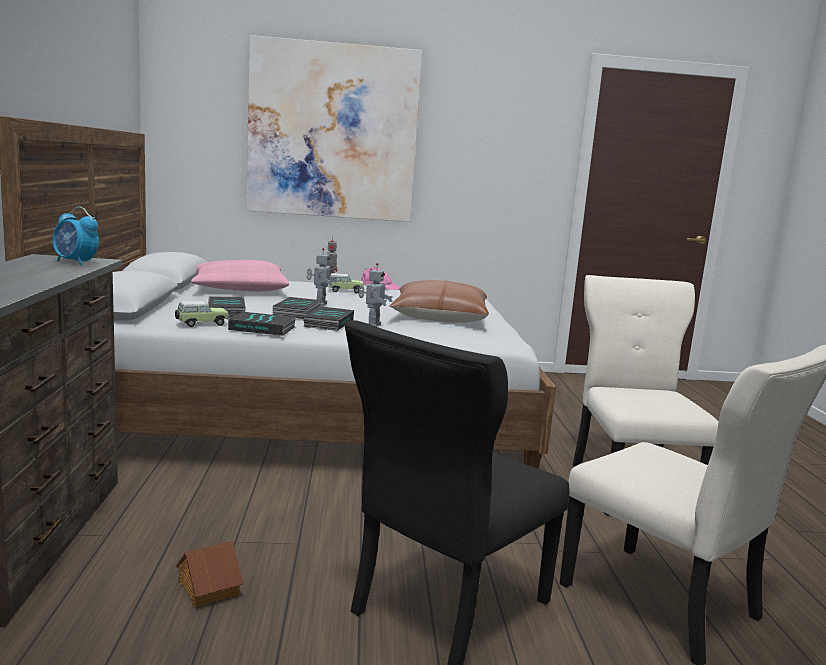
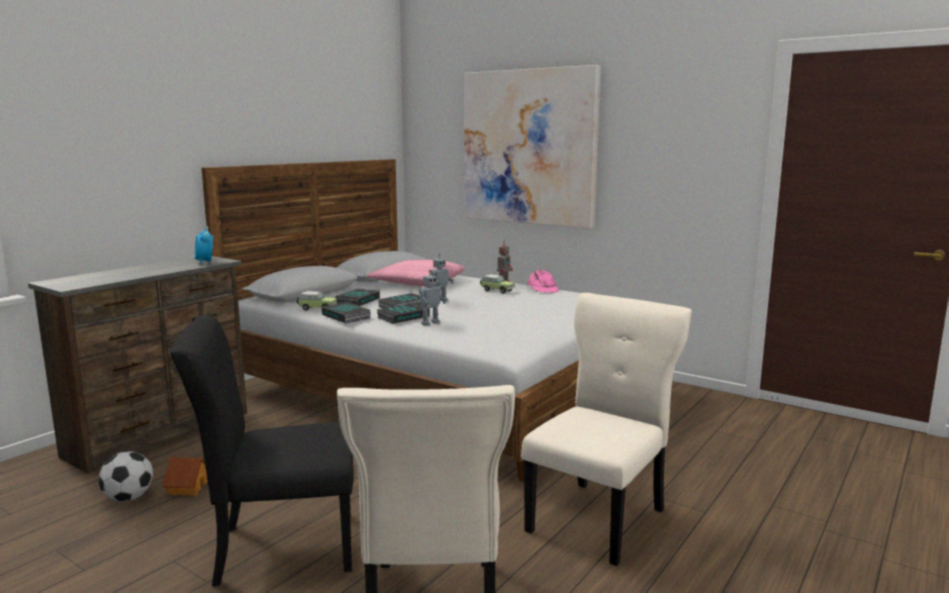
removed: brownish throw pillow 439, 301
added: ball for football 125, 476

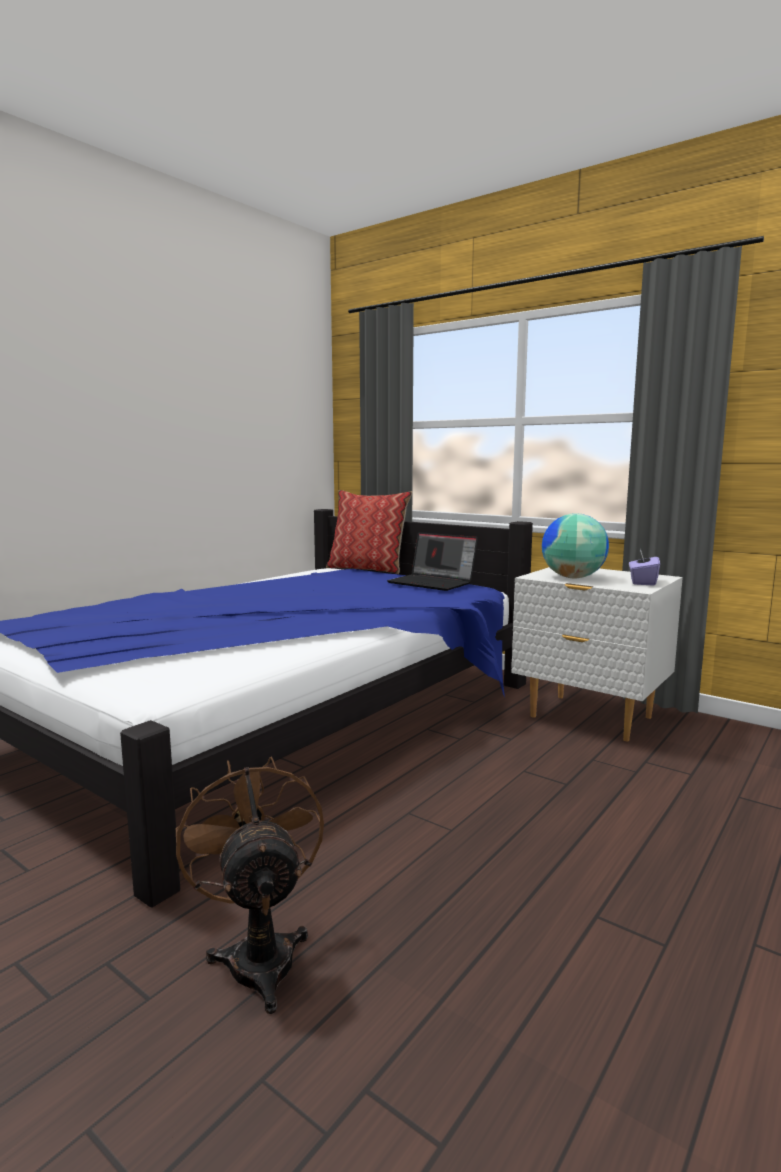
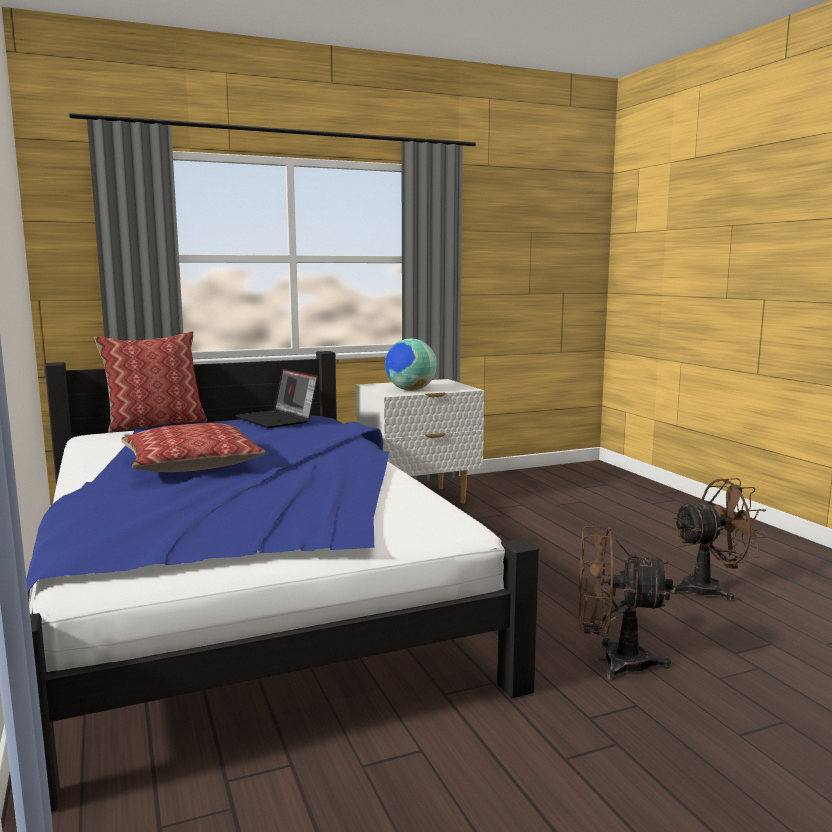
removed: purplish tissue box 644, 567
added: throw pillow 193, 447; brownish electric fan 719, 539
turned: portable computer 432, 561 = 276, 398 75 degrees clockwise

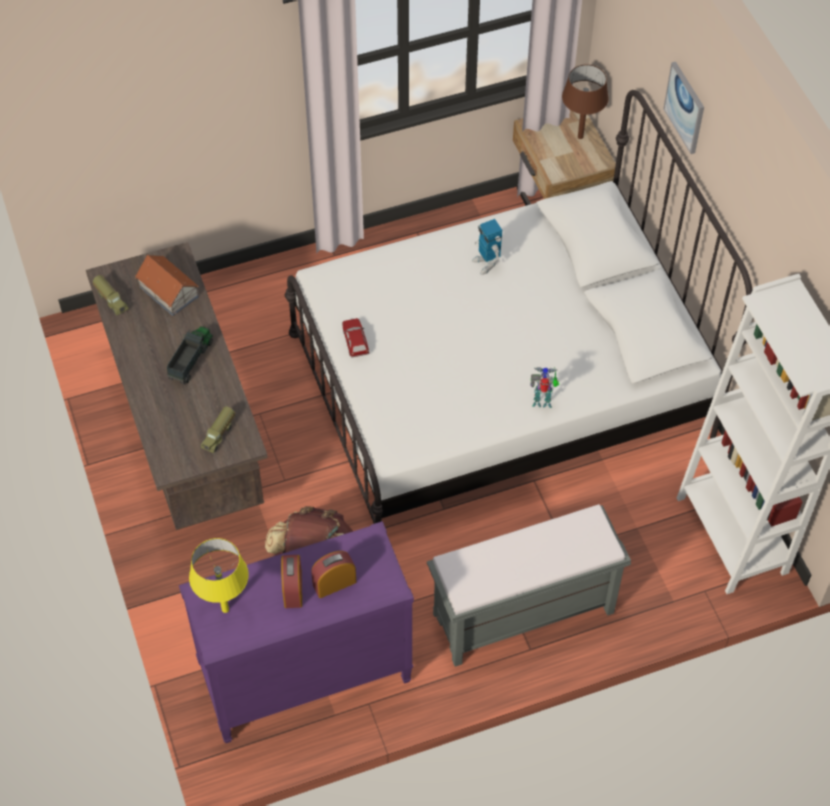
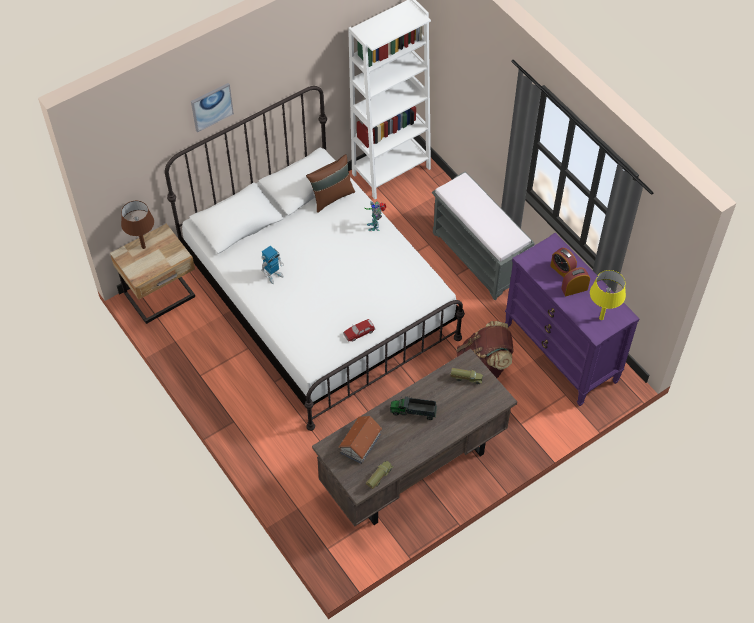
added: brownish throw pillow 330, 183

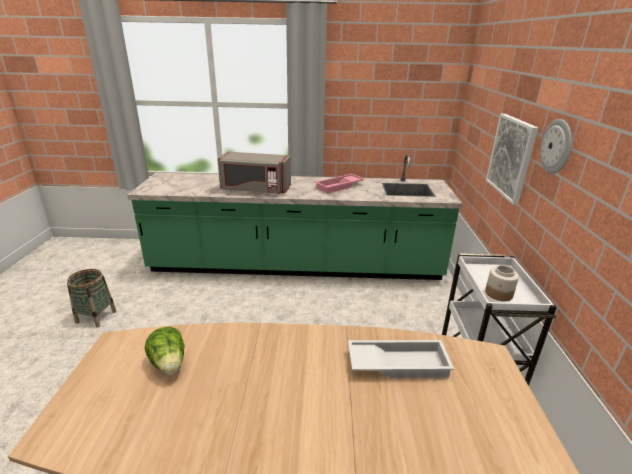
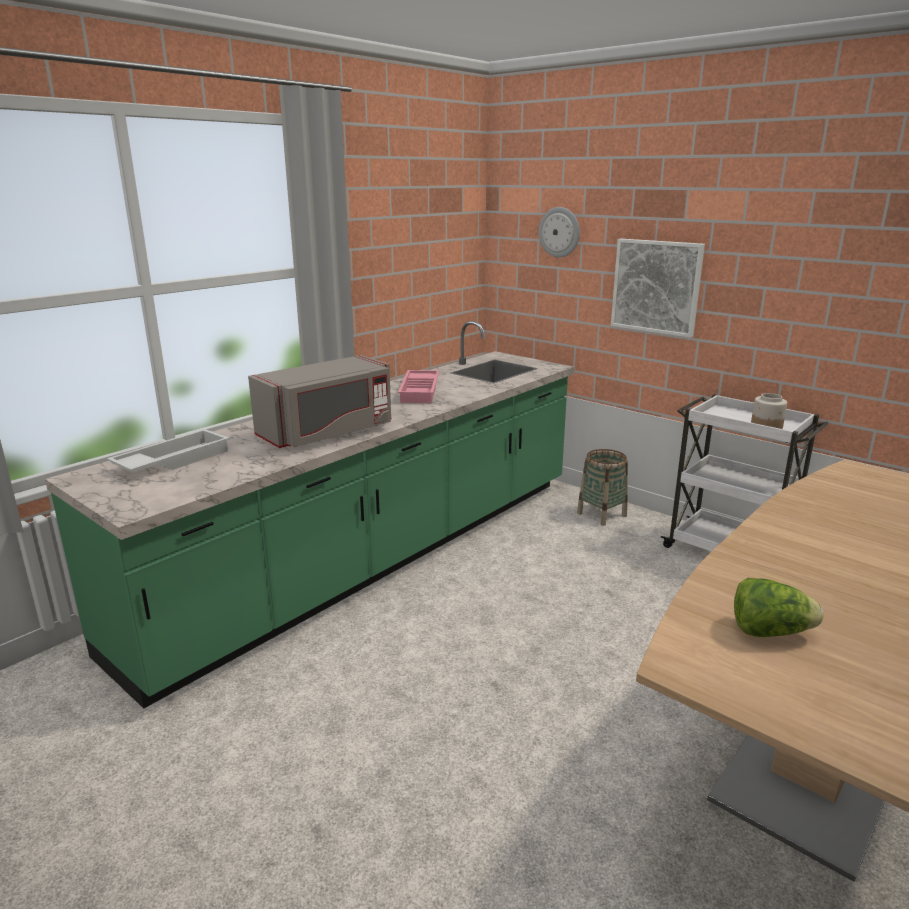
moved: basket 91, 298 to 602, 487; white-coloured serving tray 401, 359 to 168, 451; hanging clock 556, 146 to 559, 232

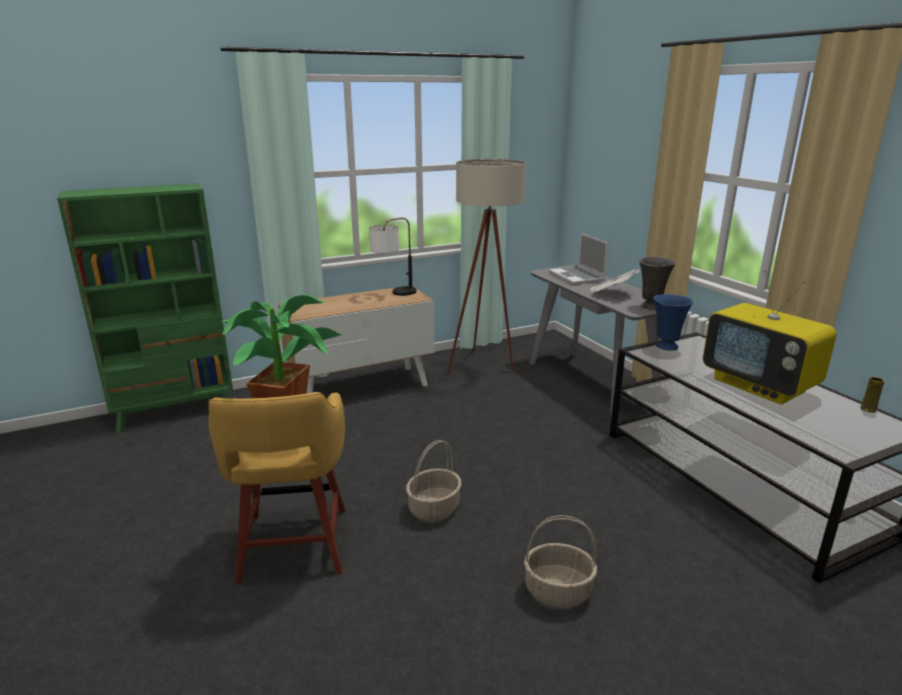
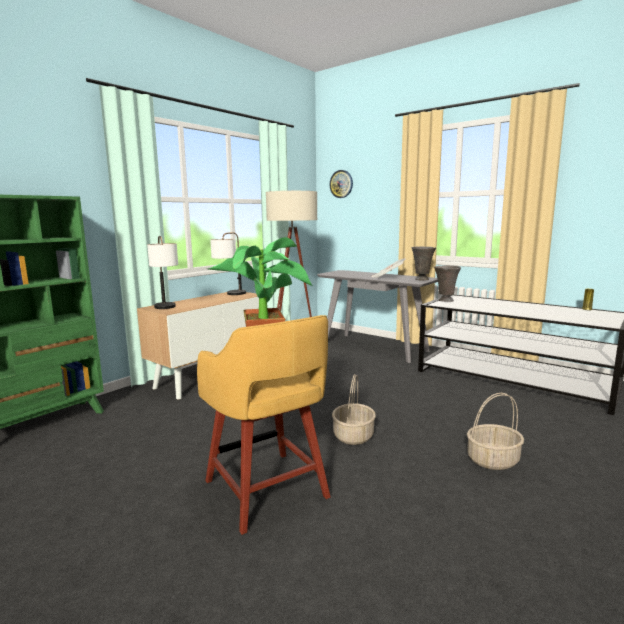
removed: portable computer 578, 259; TV 770, 337
added: lamp for a table 162, 272; hanging clock 341, 184
recoloured: bluish vase 673, 322 to greyish vase 447, 284

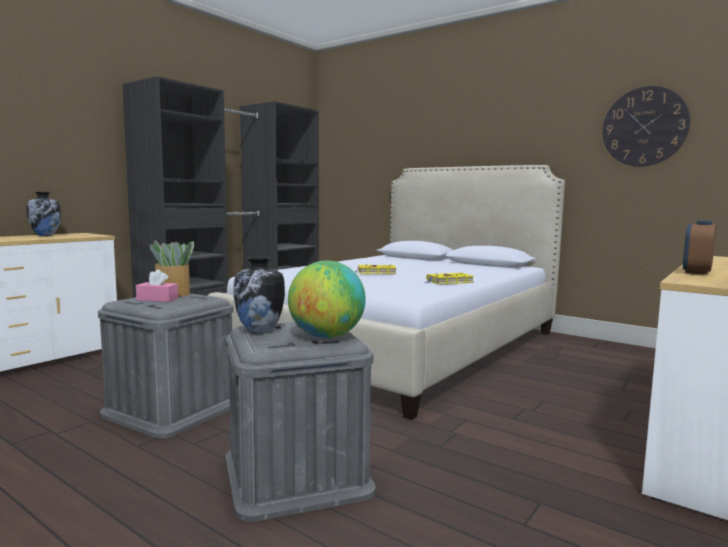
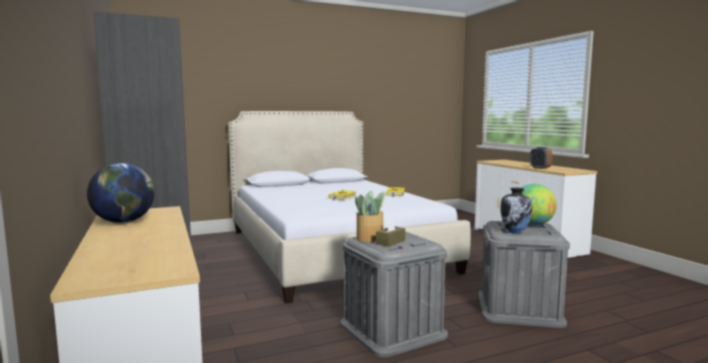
removed: hanging clock 646, 126
replaced: vase 44, 214 to desk globe 121, 193
recoloured: pinkish tissue box 157, 285 to brownish tissue box 390, 232

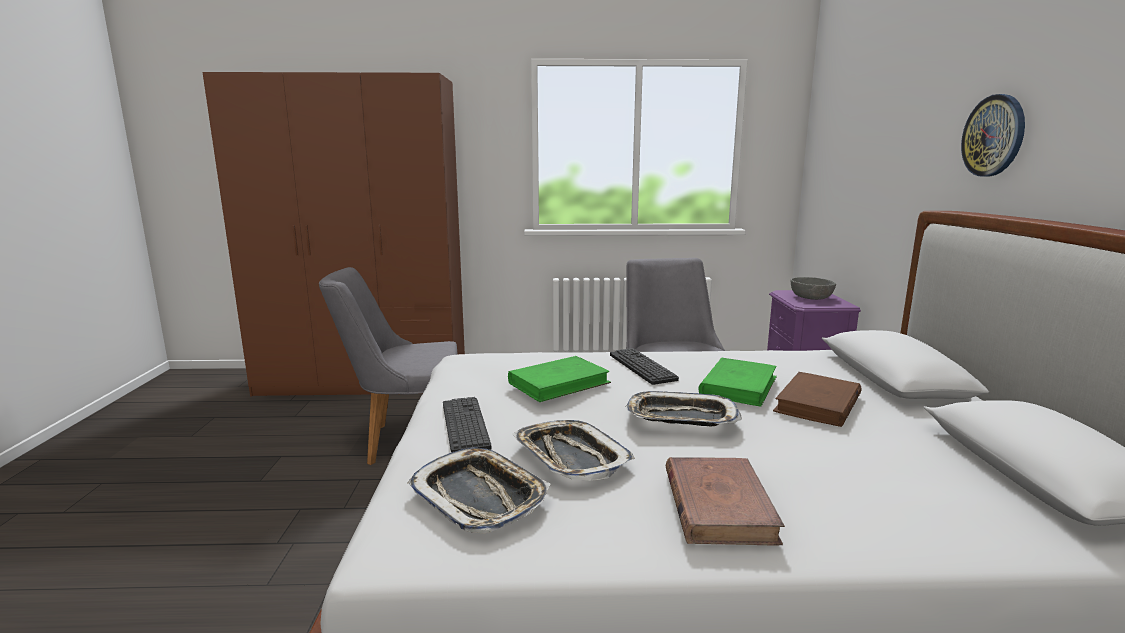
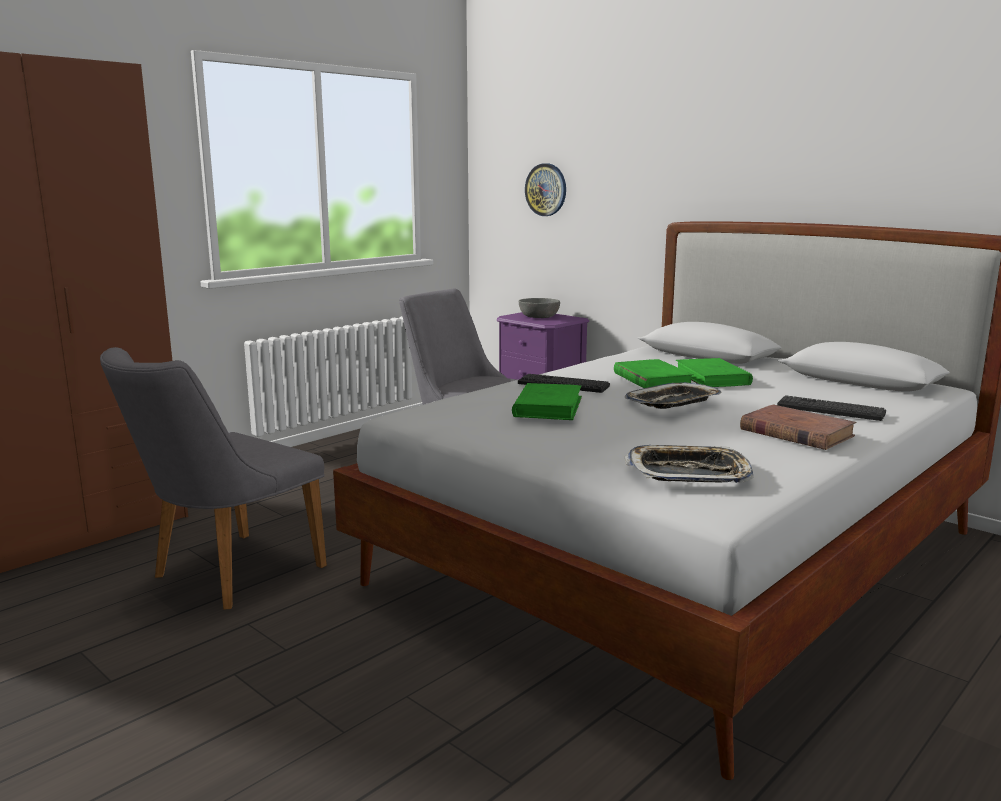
removed: serving tray 573, 450
moved: keyboard 467, 424 to 831, 408; hanging clock 993, 135 to 545, 189
recoloured: brownish bound book 817, 399 to greenish bound book 714, 372

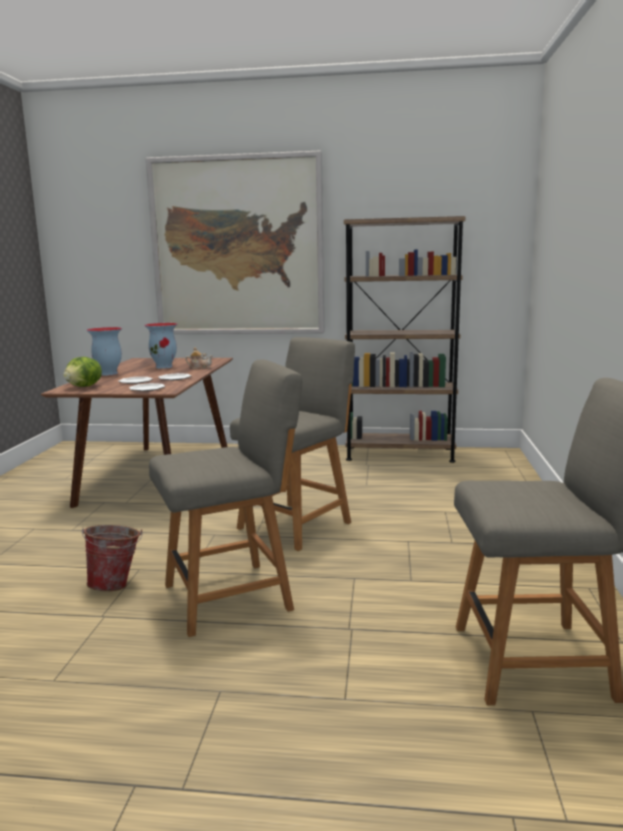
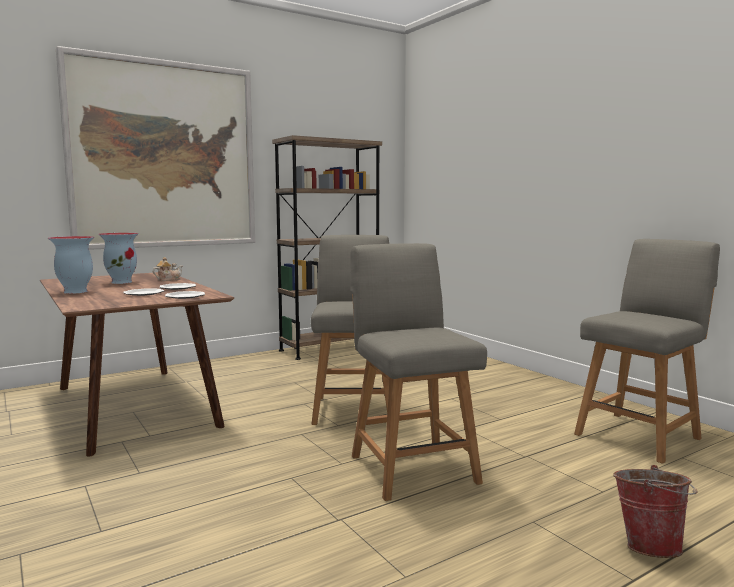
removed: lettuce head 82, 372
moved: bucket 112, 558 to 655, 511
turned: greyish upright chair 225, 498 = 418, 372 45 degrees counterclockwise

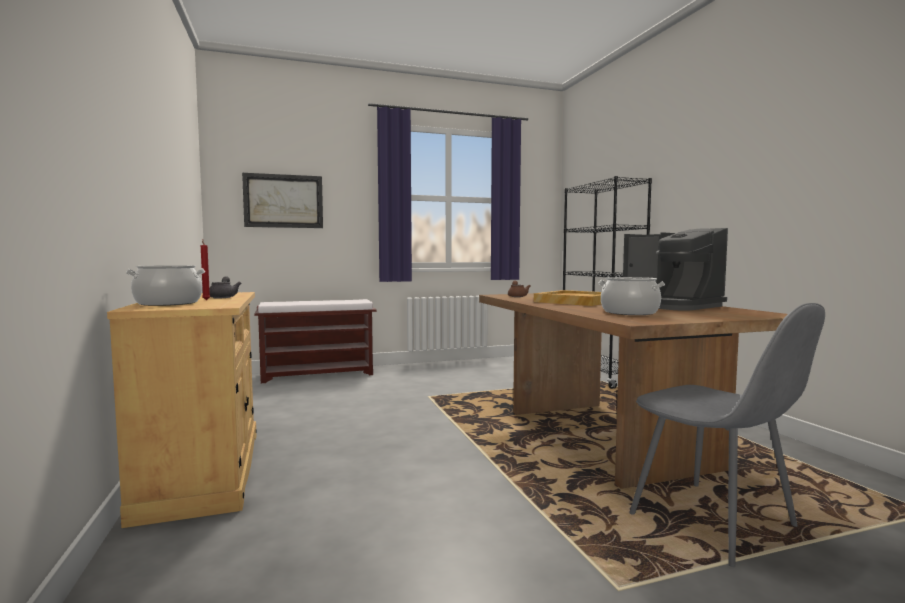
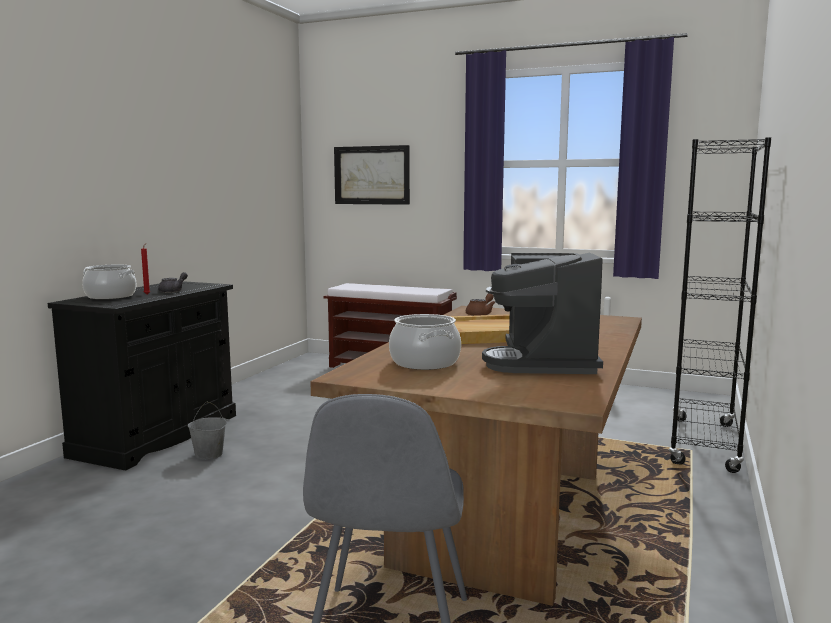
added: greyish bucket 207, 431
recoloured: sand-coloured storage cabinet 182, 410 to blackish storage cabinet 142, 375

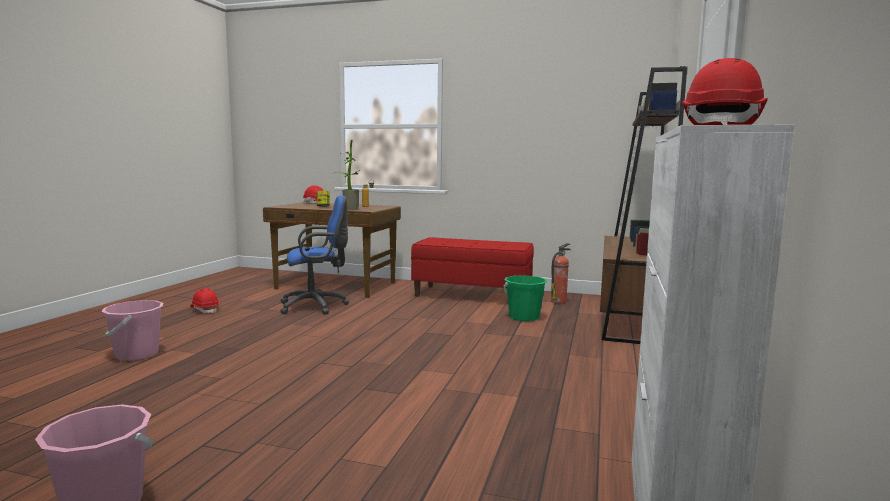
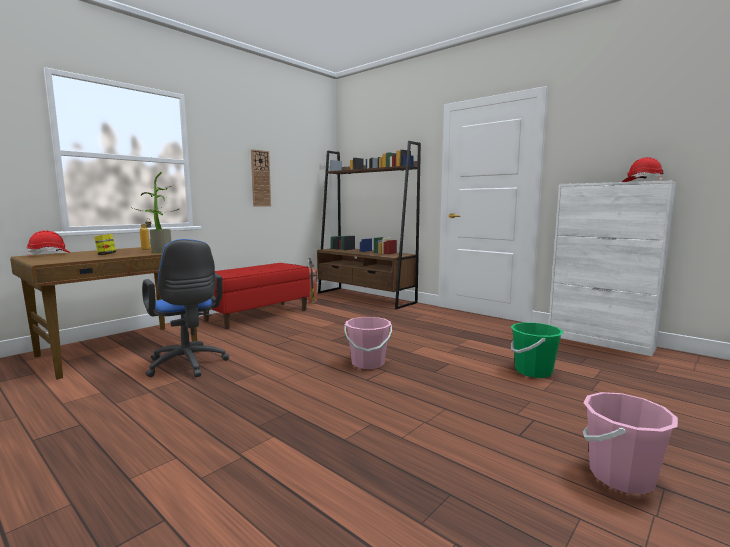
removed: reddish hard hat 205, 301
added: hanging clock 261, 178
moved: pinkish bucket 132, 330 to 368, 343; greenish bucket 525, 298 to 537, 350
turned: bluish computer chair 314, 255 = 185, 308 135 degrees clockwise

